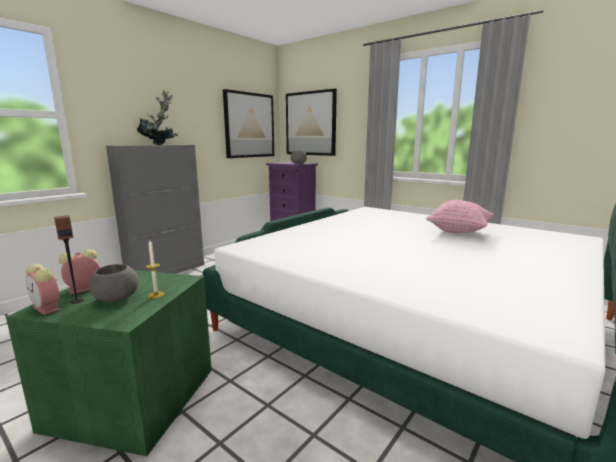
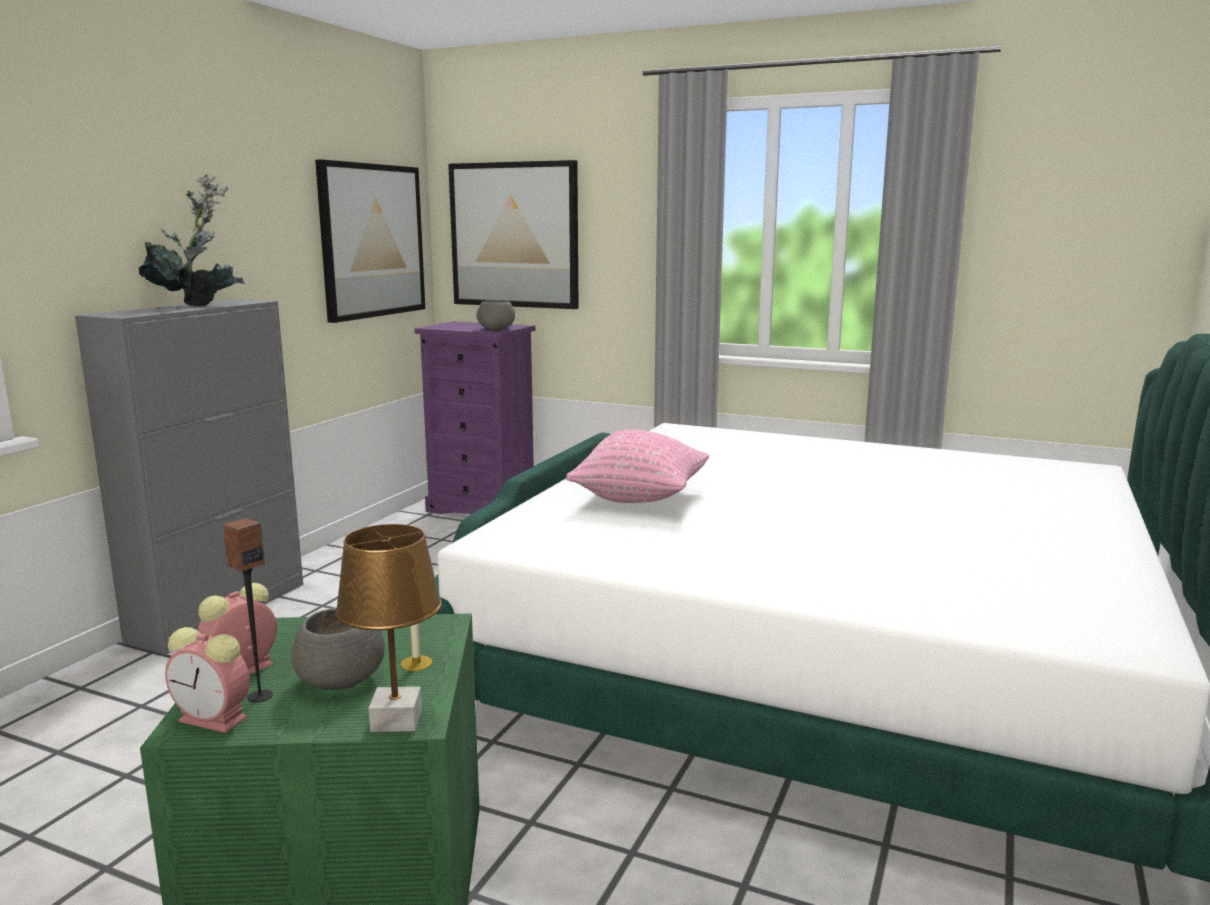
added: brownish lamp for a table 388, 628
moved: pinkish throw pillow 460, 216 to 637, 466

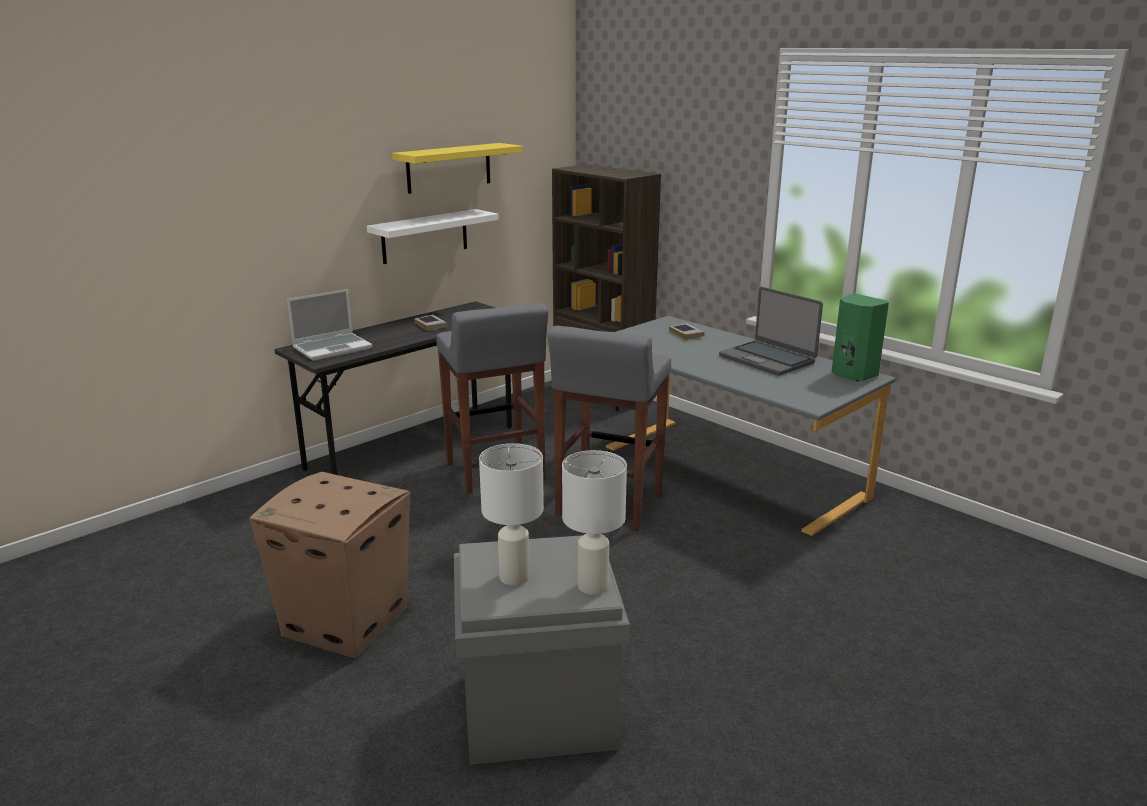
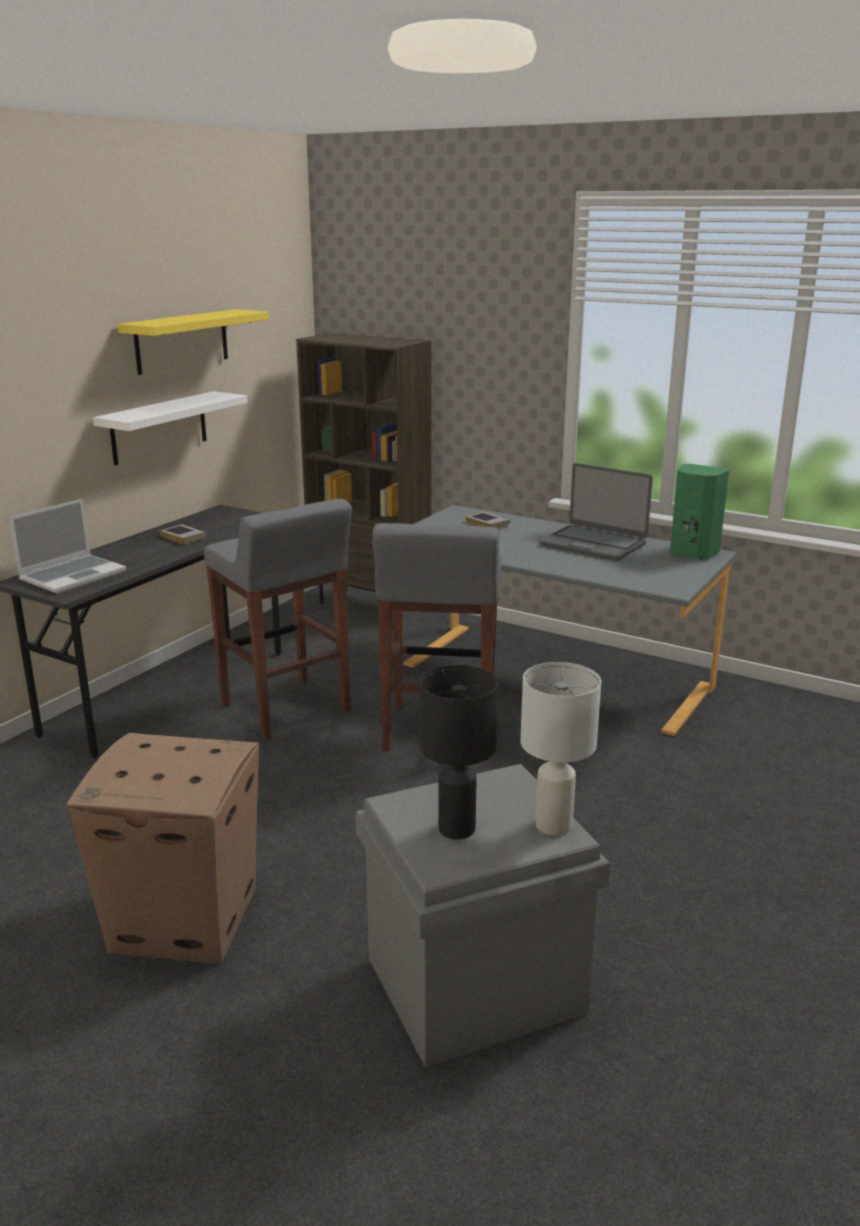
recoloured: white-coloured lamp for a table 511, 514 to blackish lamp for a table 459, 752

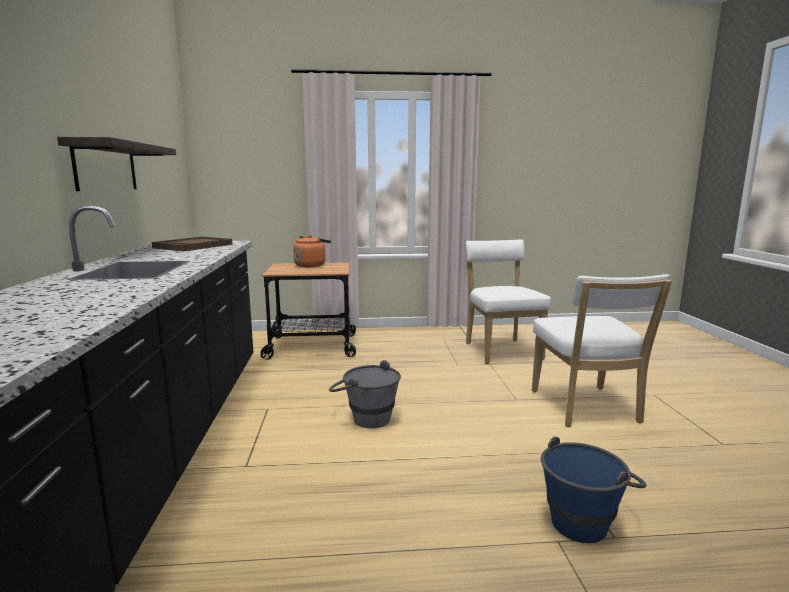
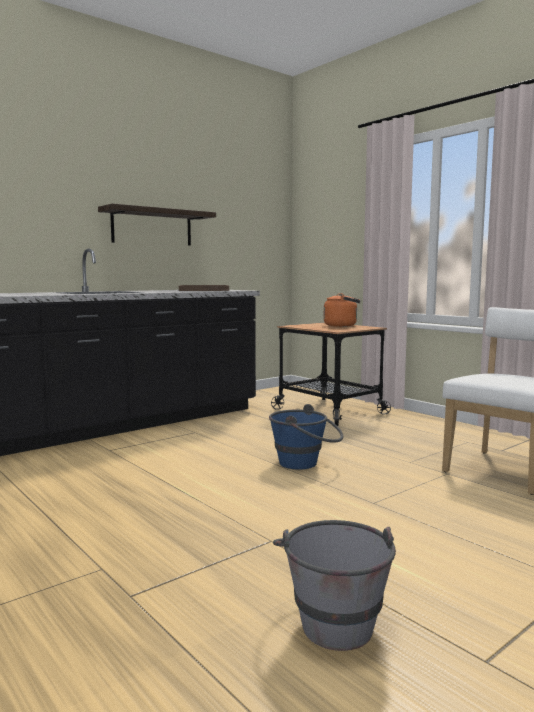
removed: white-coloured upright chair 602, 350
moved: greyish bucket 365, 394 to 334, 585; bluish bucket 593, 490 to 306, 437

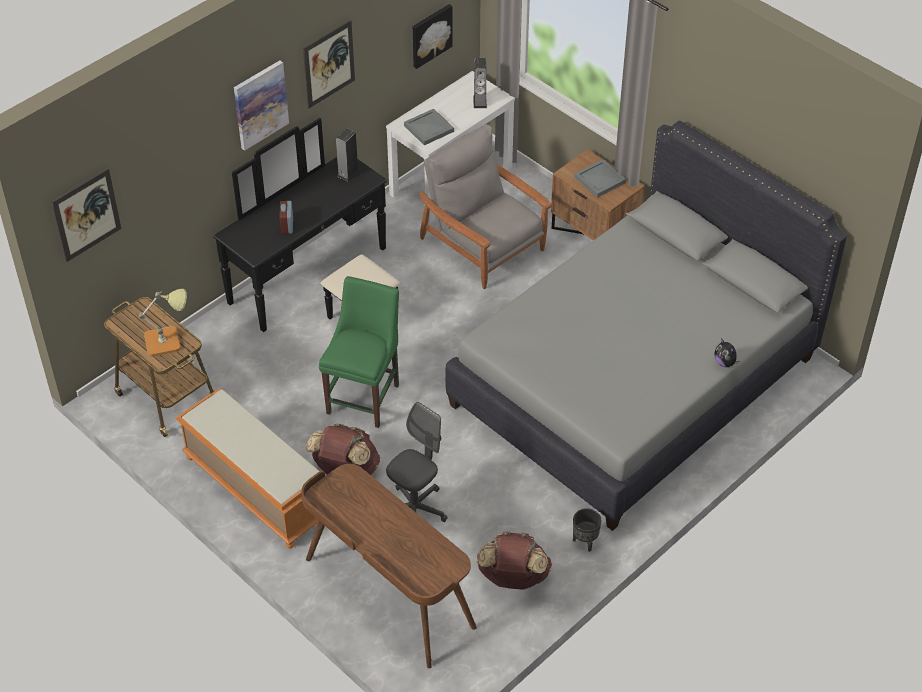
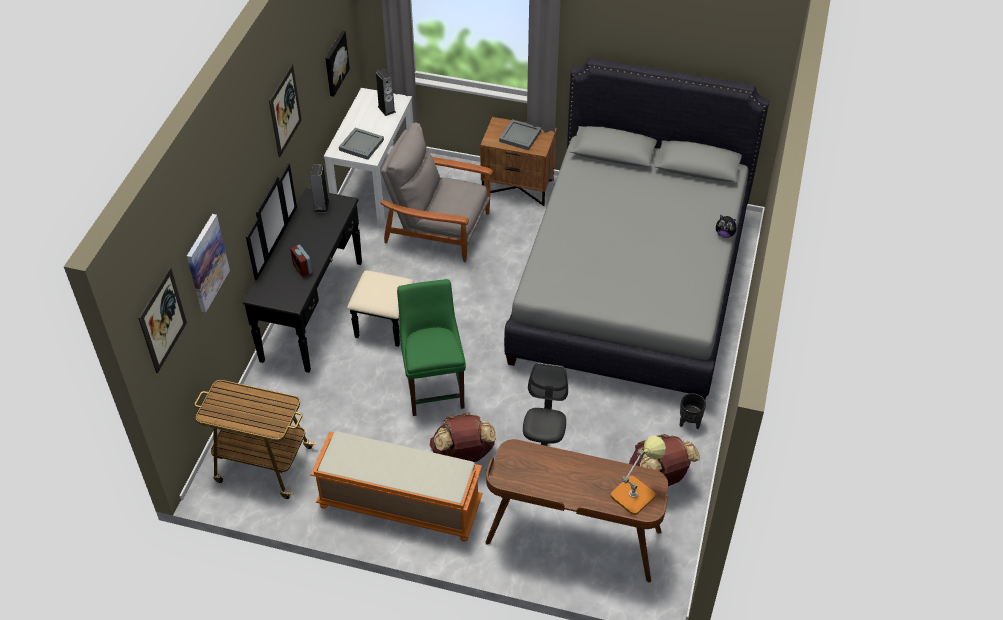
moved: lamp for a table 163, 323 to 638, 475; picture 261, 105 to 208, 263

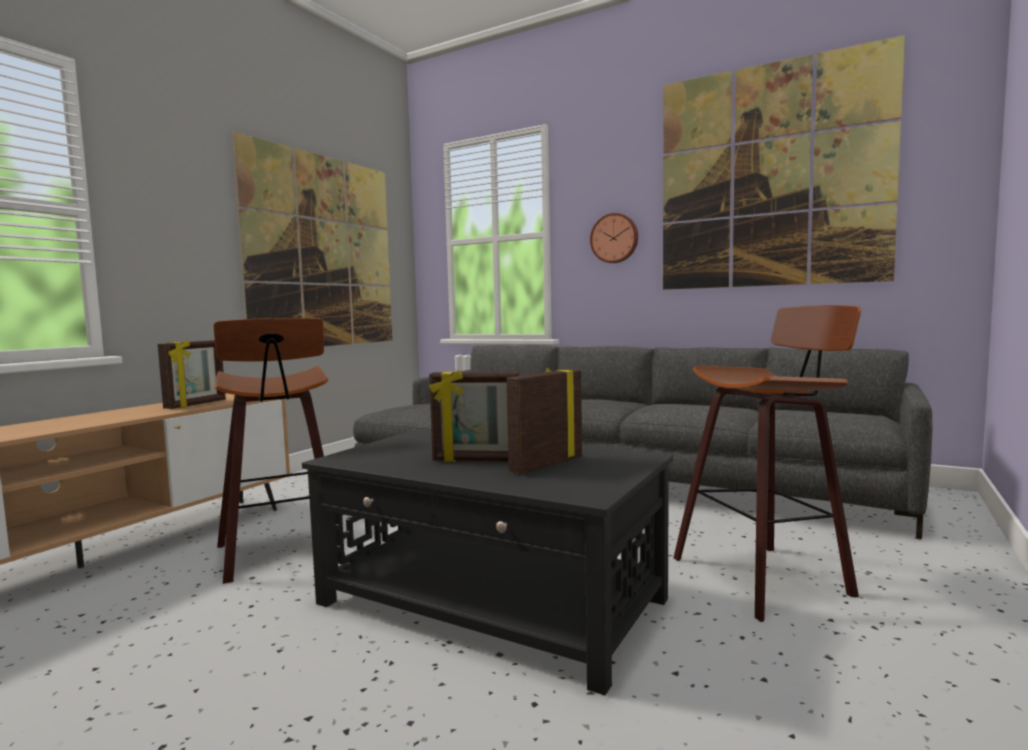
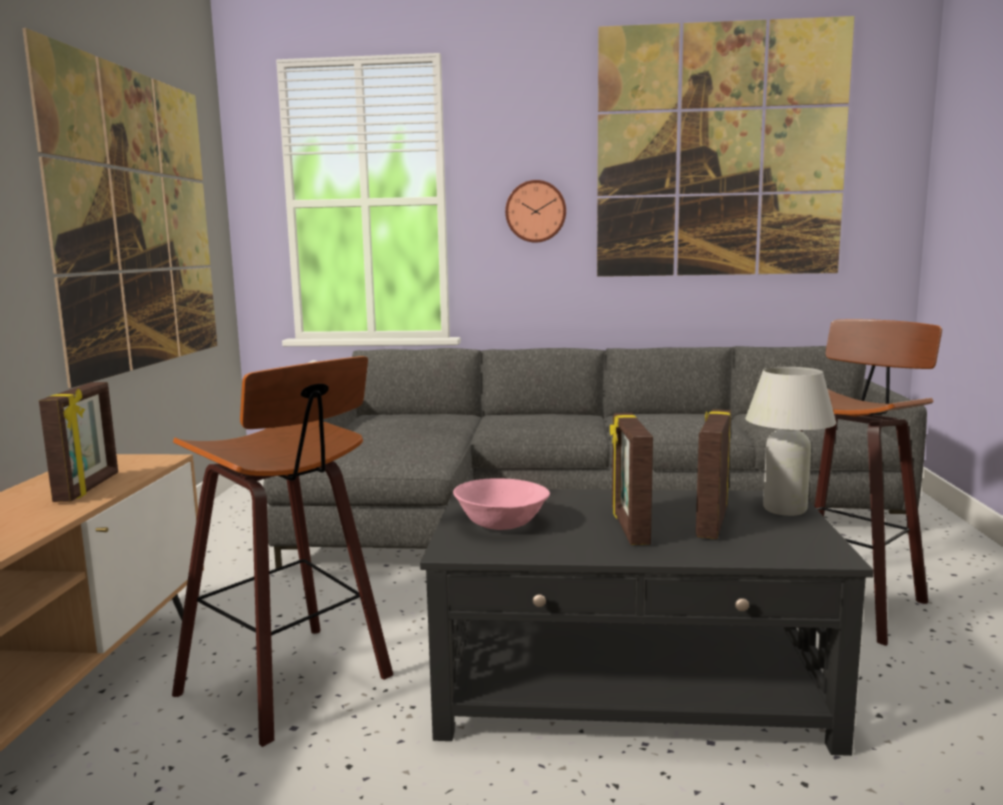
added: pinkish deep dish 501, 504; white-coloured lamp for a table 790, 441
turned: photo frame 474, 416 = 631, 479 105 degrees clockwise

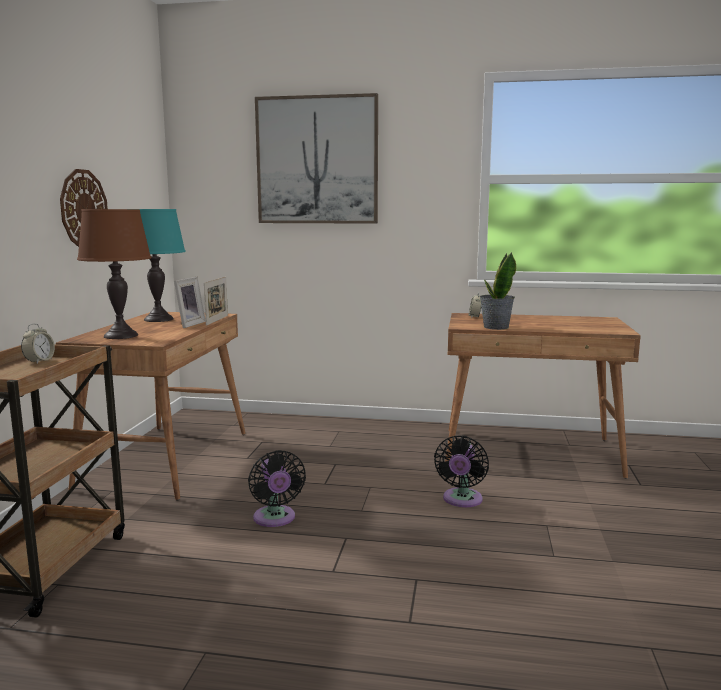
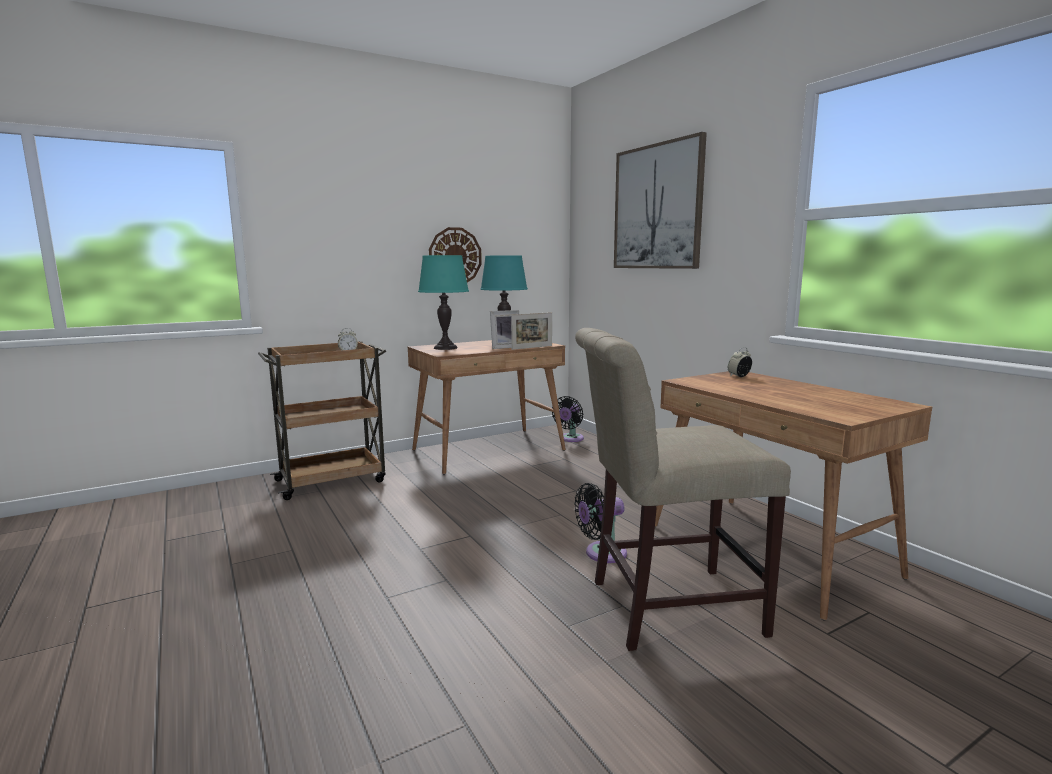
removed: potted plant 498, 291
added: sand-coloured upright chair 683, 489
moved: blackish electric fan 277, 488 to 568, 419
recoloured: brownish lamp for a table 114, 274 to turquoise-coloured lamp for a table 443, 302

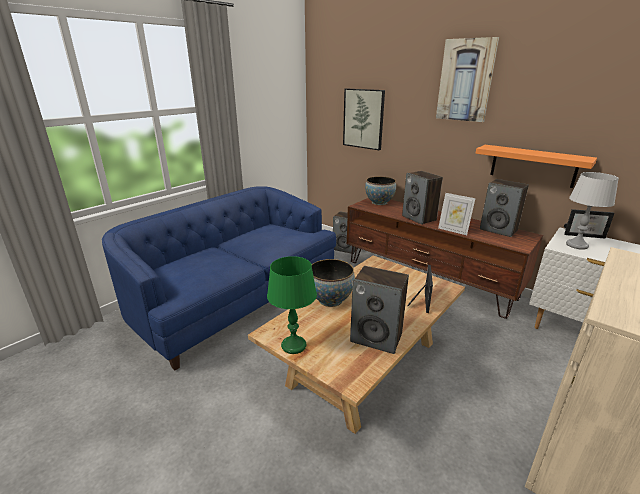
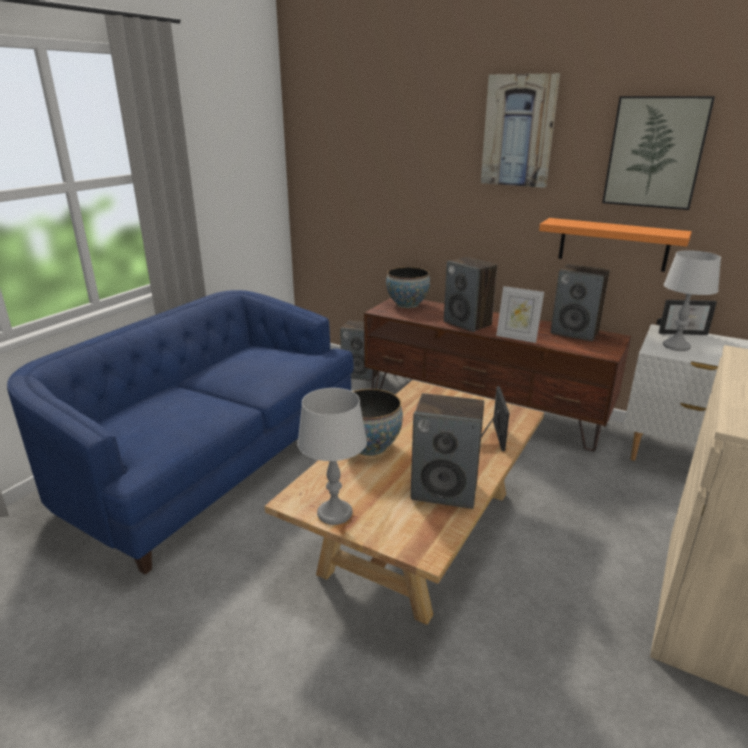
moved: picture 364, 119 to 658, 153
recoloured: greenish lamp for a table 292, 305 to greyish lamp for a table 332, 456

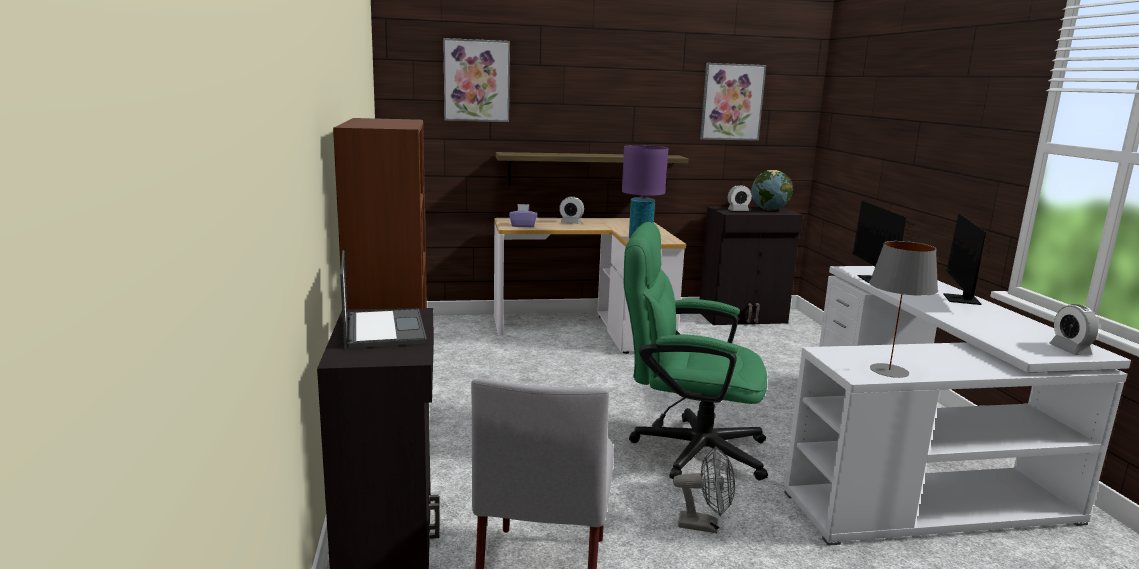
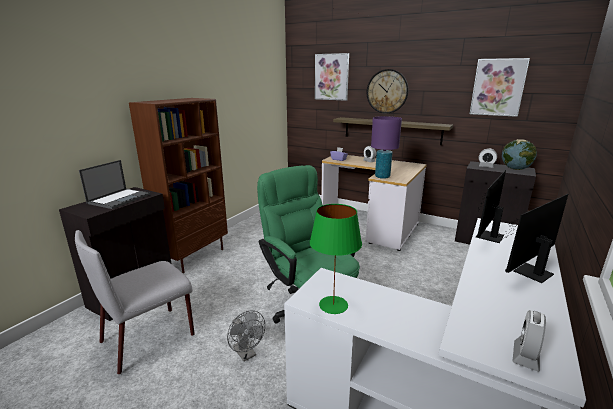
added: hanging clock 388, 91
recoloured: greyish lamp for a table 903, 309 to greenish lamp for a table 335, 259

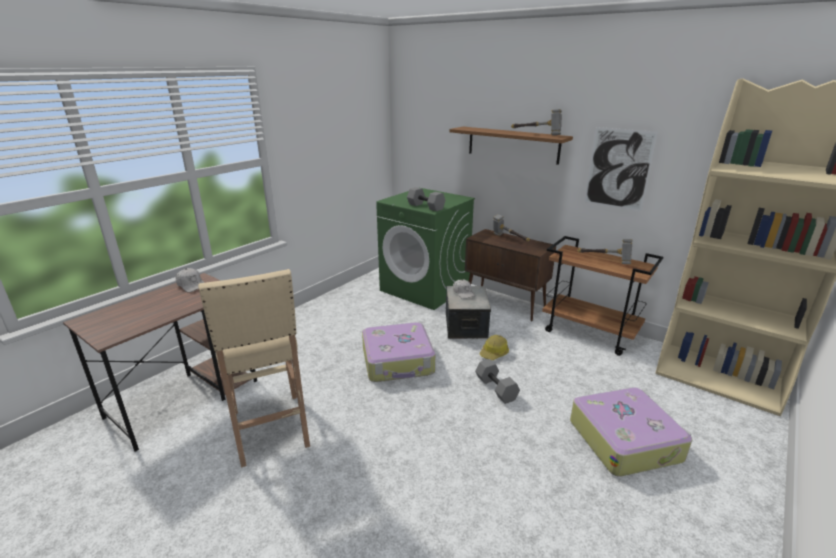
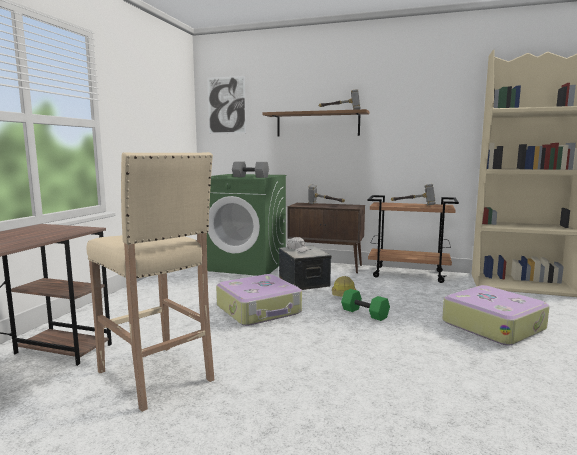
removed: white-coloured cap 190, 280
moved: picture 621, 169 to 226, 105
recoloured: greyish free weight 497, 381 to greenish free weight 365, 305

